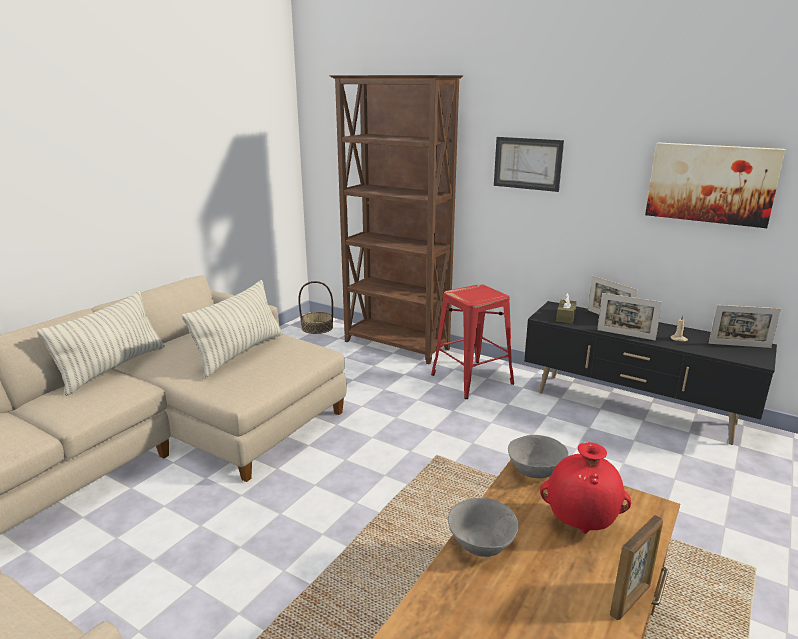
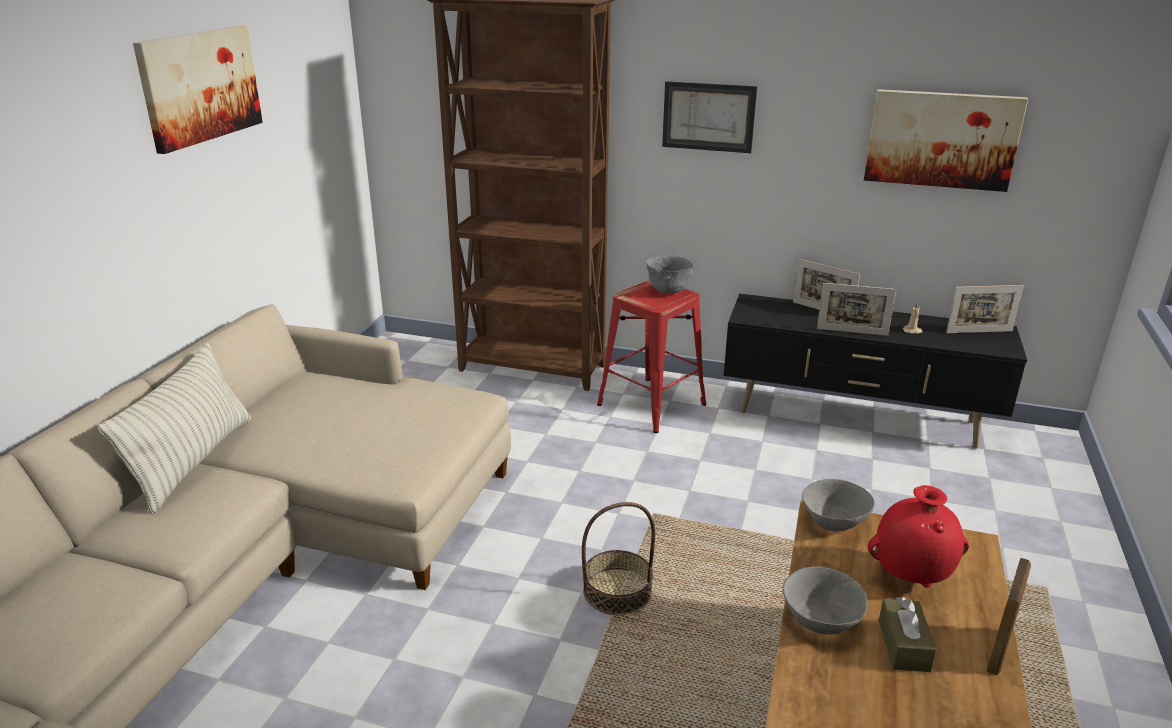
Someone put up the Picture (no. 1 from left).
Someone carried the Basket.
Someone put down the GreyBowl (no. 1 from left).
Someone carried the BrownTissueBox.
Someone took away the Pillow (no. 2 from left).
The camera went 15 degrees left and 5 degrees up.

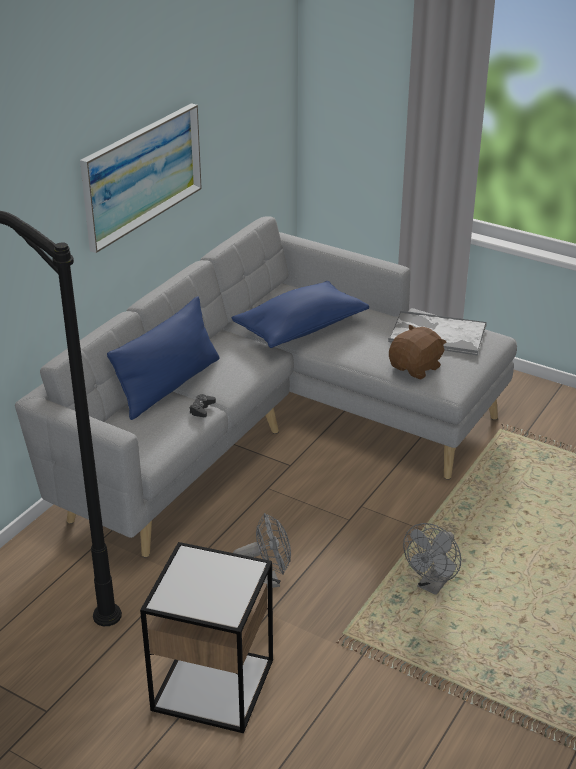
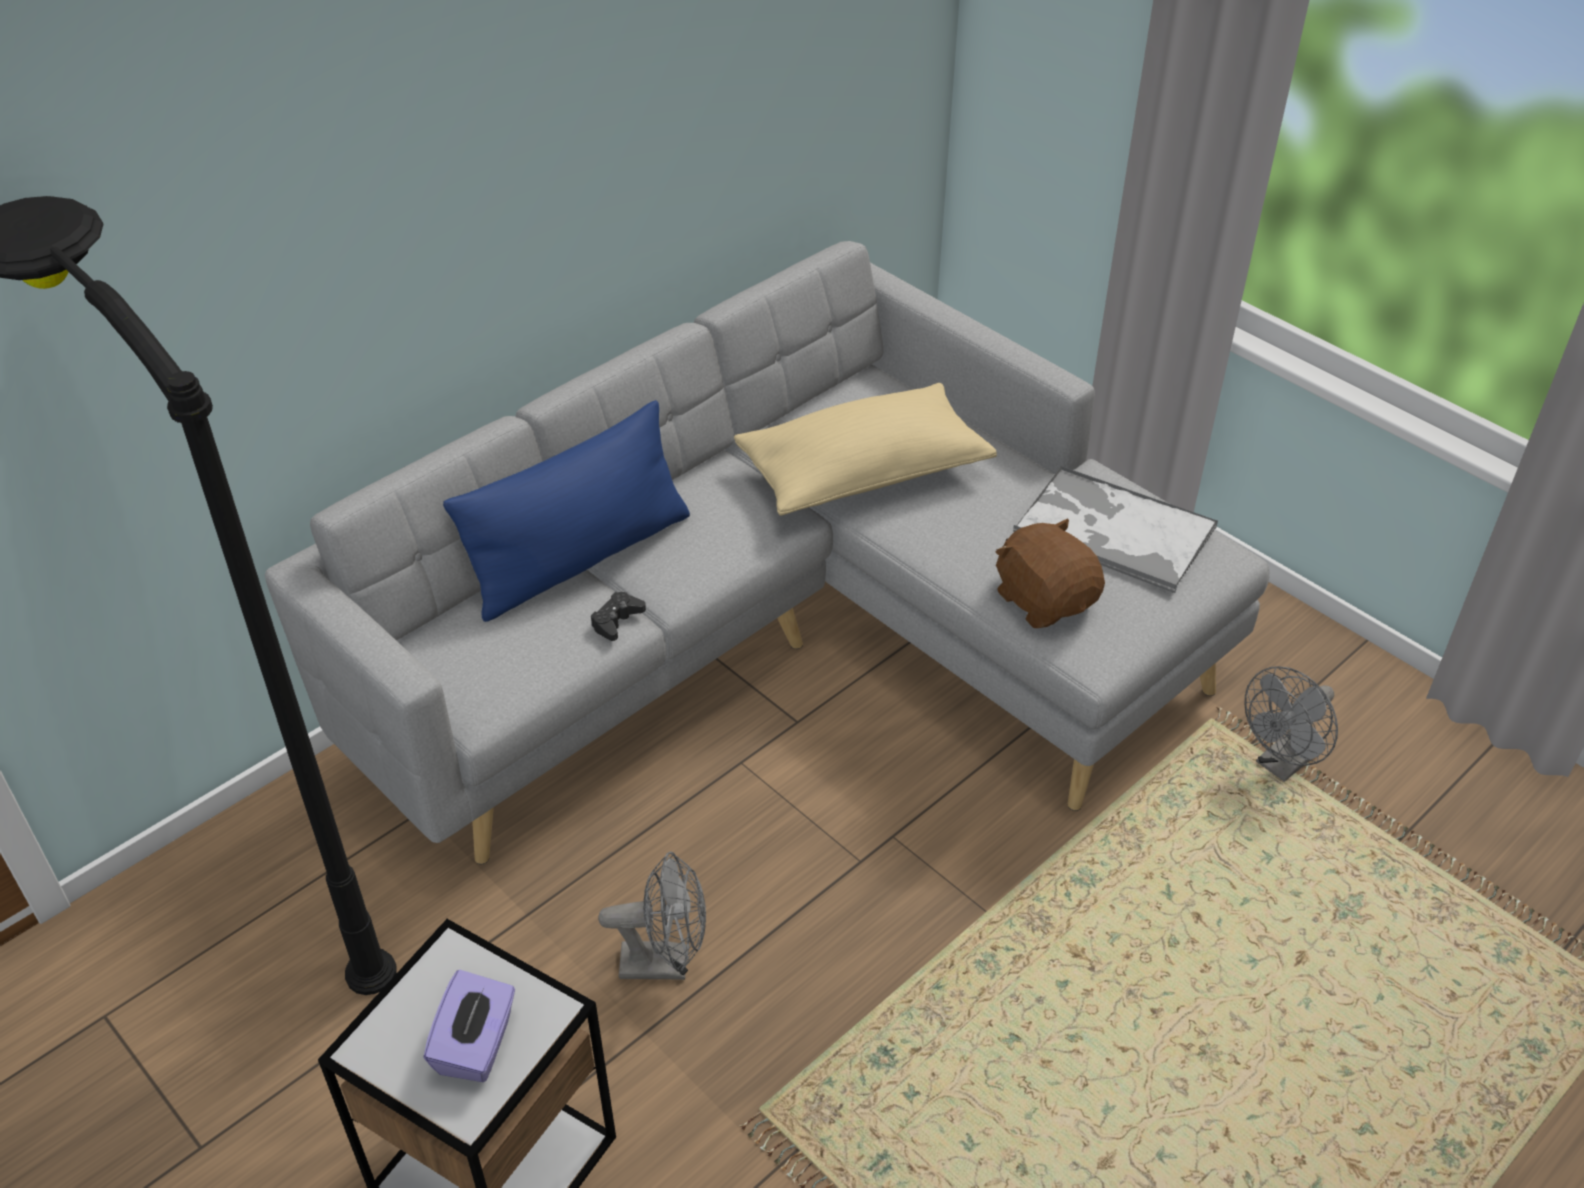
Someone put down the PurpleTissueBox.
Someone repainted the BluePillow (no. 2 from left), which became the BeigePillow.
Someone rotated the BrownPlushToy by 90 degrees counterclockwise.
Someone carried the GreyFan (no. 2 from left).
Someone took away the Picture.
The camera went 15 degrees right and 10 degrees up.

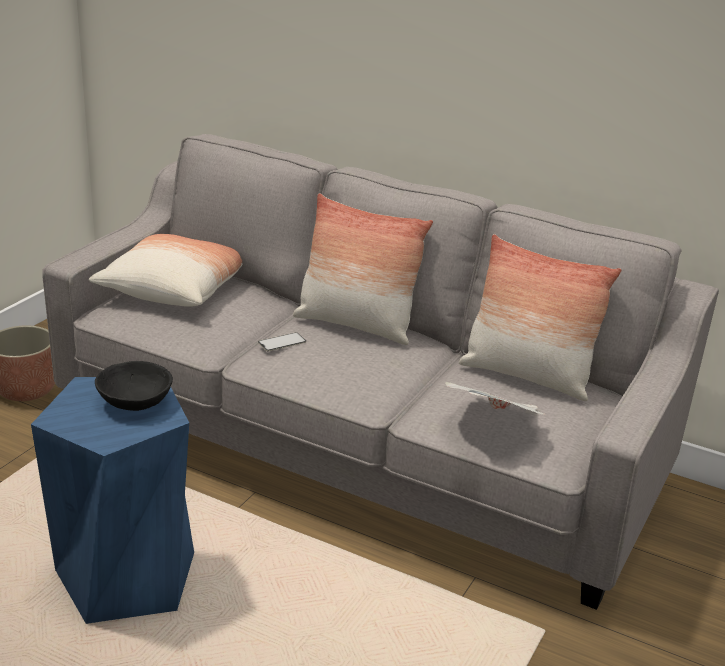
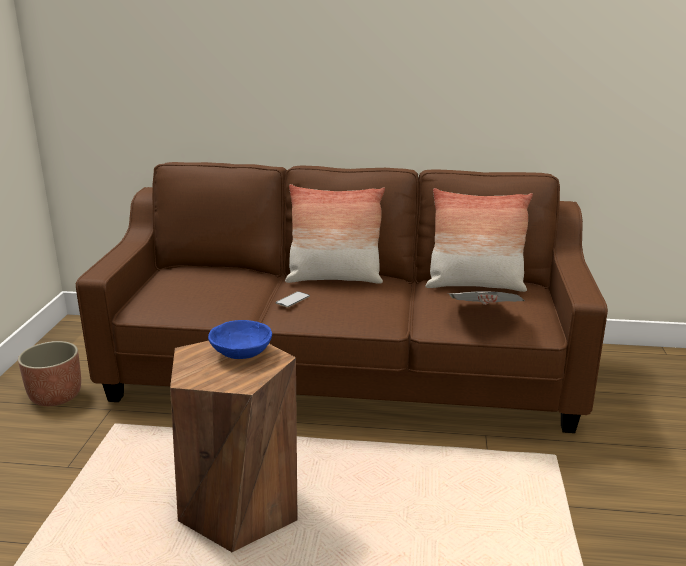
Someone repainted the GreySofa, which became the BrownSofa.
Someone repainted the BlueStool, which became the BrownStool.
Someone repainted the BlackBowl, which became the BlueBowl.
Someone took away the Pillow (no. 1 from left).
The camera went 20 degrees left and 5 degrees down.

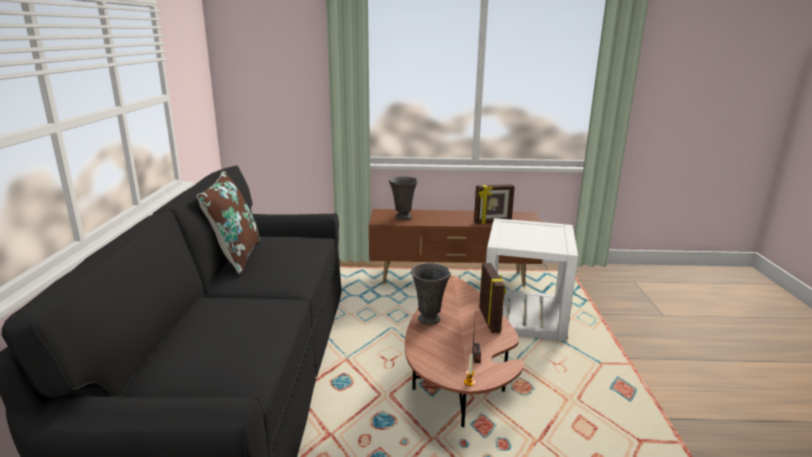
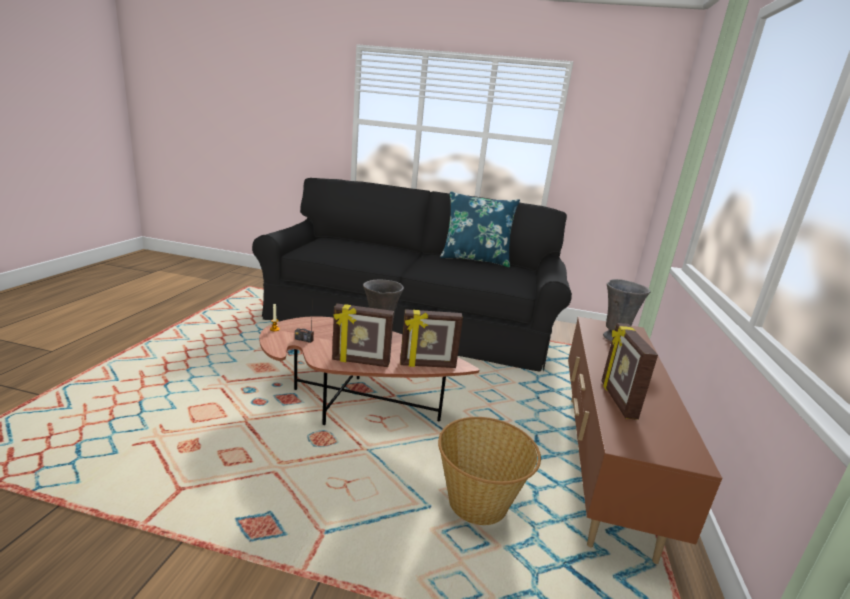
Someone put down the PictureFrame (no. 2 from left).
Someone swapped the WhiteSideTable for the Basket.
Someone repainted the BrownPillow, which became the BluePillow.
The camera went 100 degrees right and 0 degrees up.

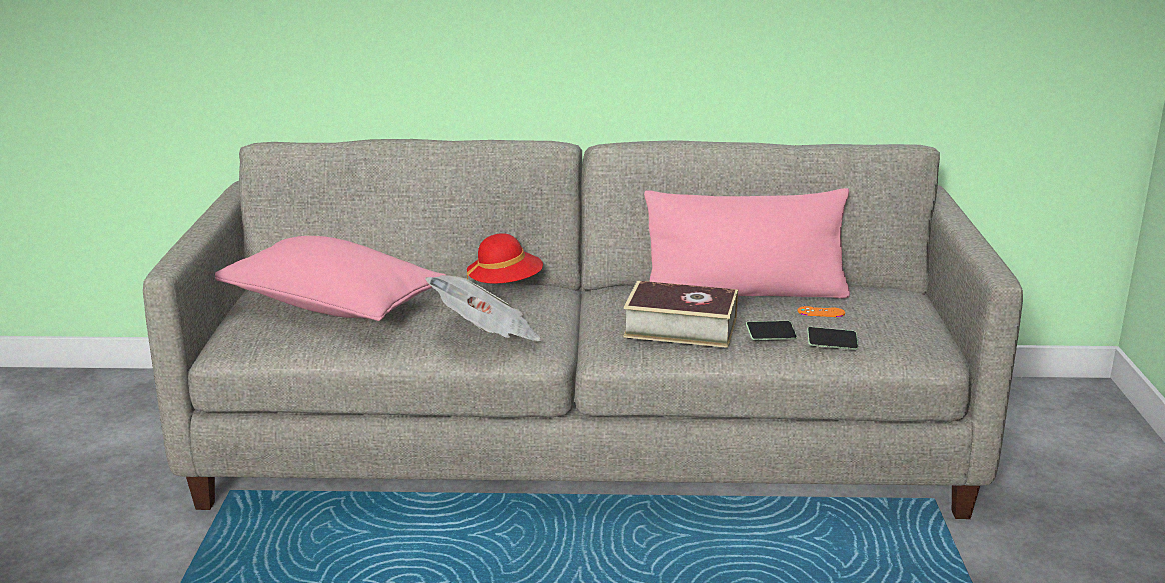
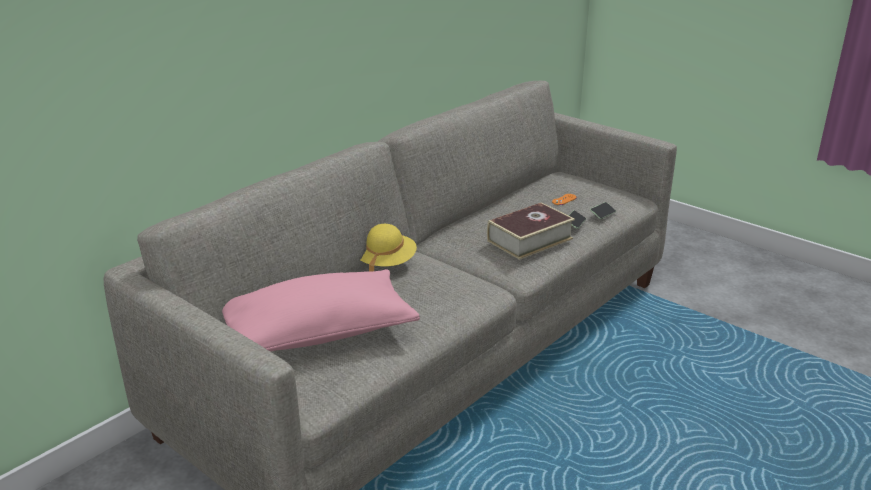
Someone repainted the RedHat, which became the YellowHat.
Someone took away the Newspaper.
Someone took away the PinkPillow (no. 2 from left).
The camera went 50 degrees left and 5 degrees up.

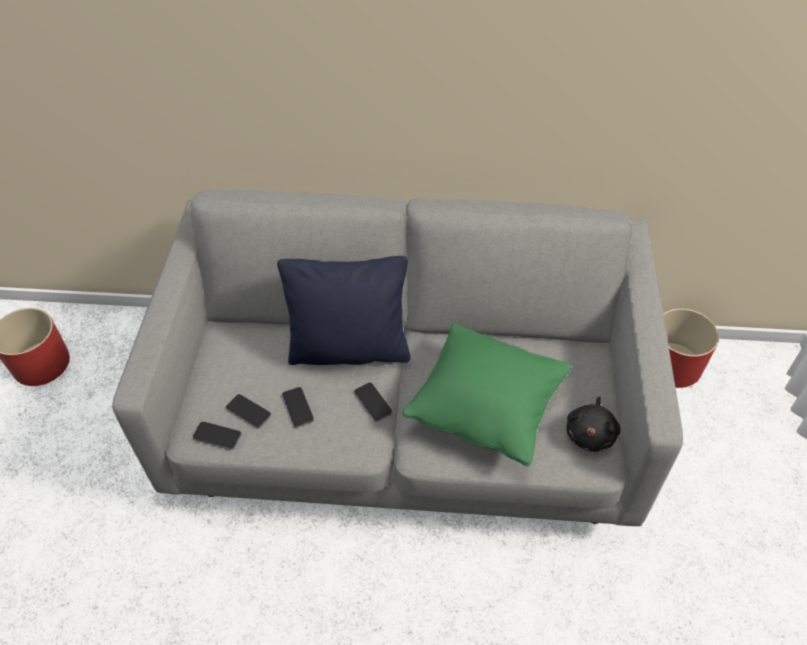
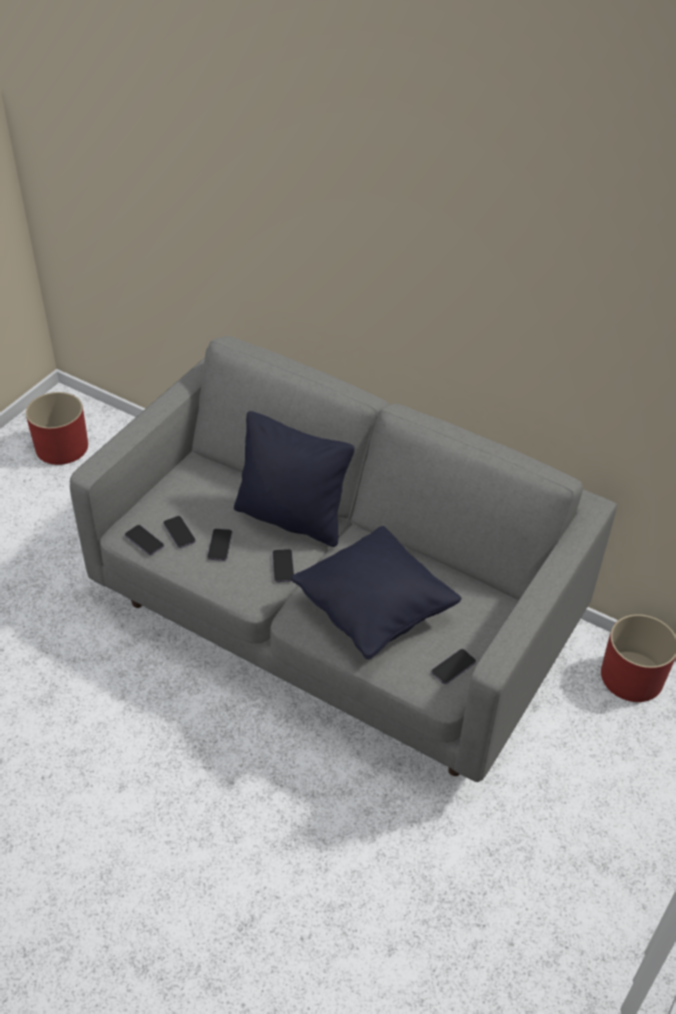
Someone repainted the GreenPillow, which became the BlackPillow (no. 2 from left).
Someone swapped the BlackPlushToy for the Phone (no. 5 from left).
The camera went 25 degrees right and 5 degrees down.

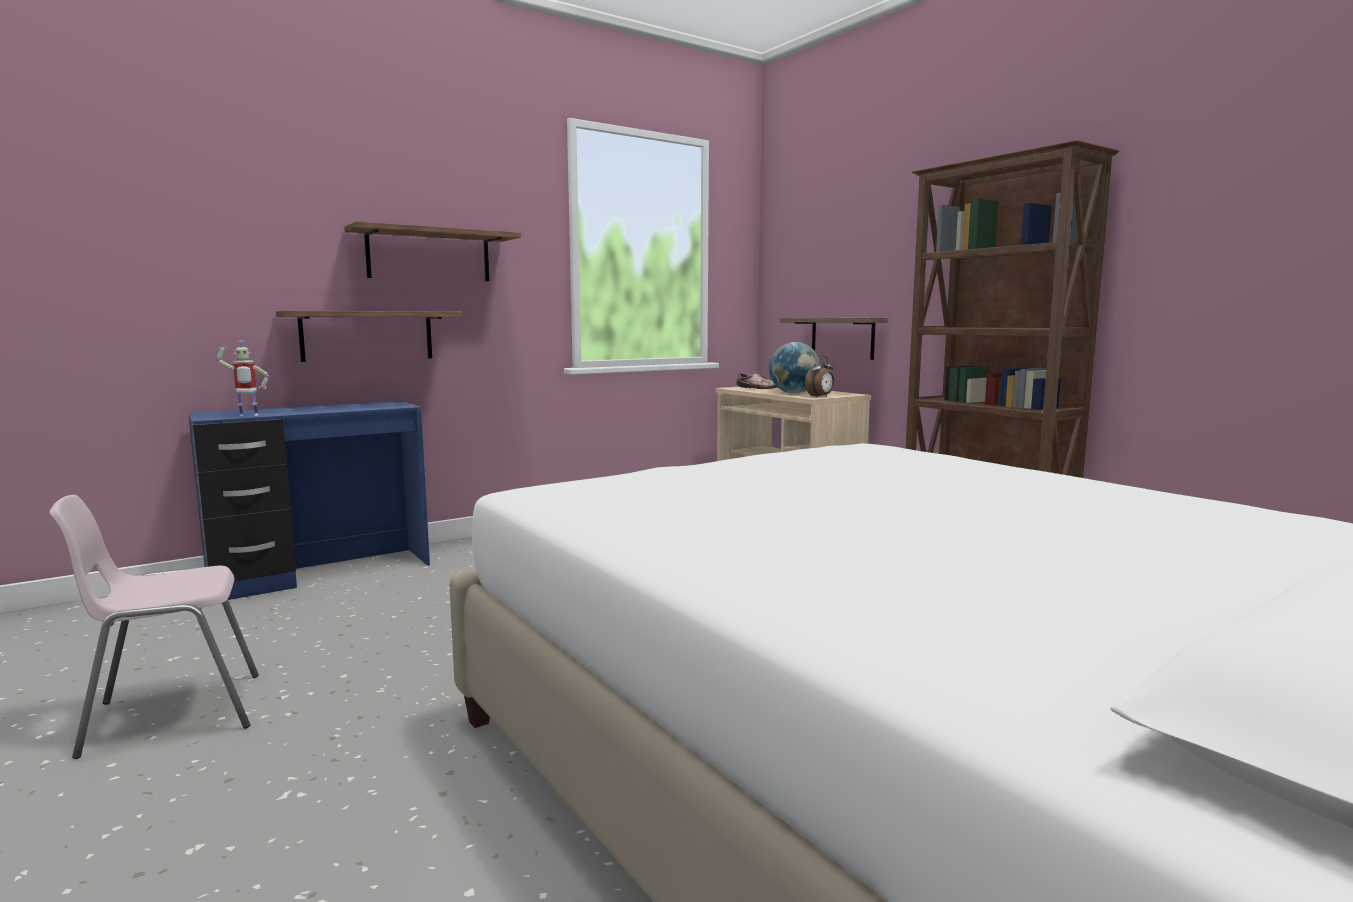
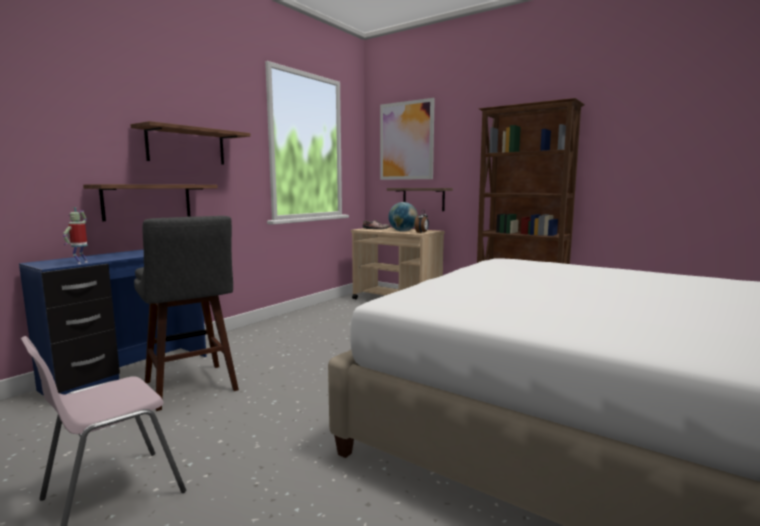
Someone rotated the ToyRobot by 135 degrees clockwise.
Someone put down the GreyStool.
Someone put up the Picture.
The camera went 20 degrees left and 0 degrees up.

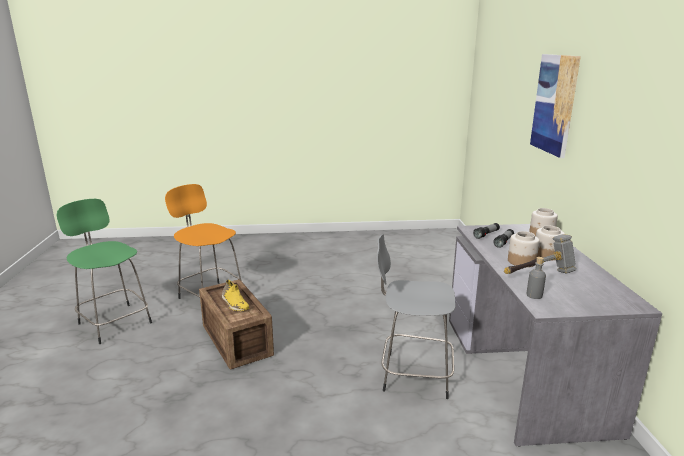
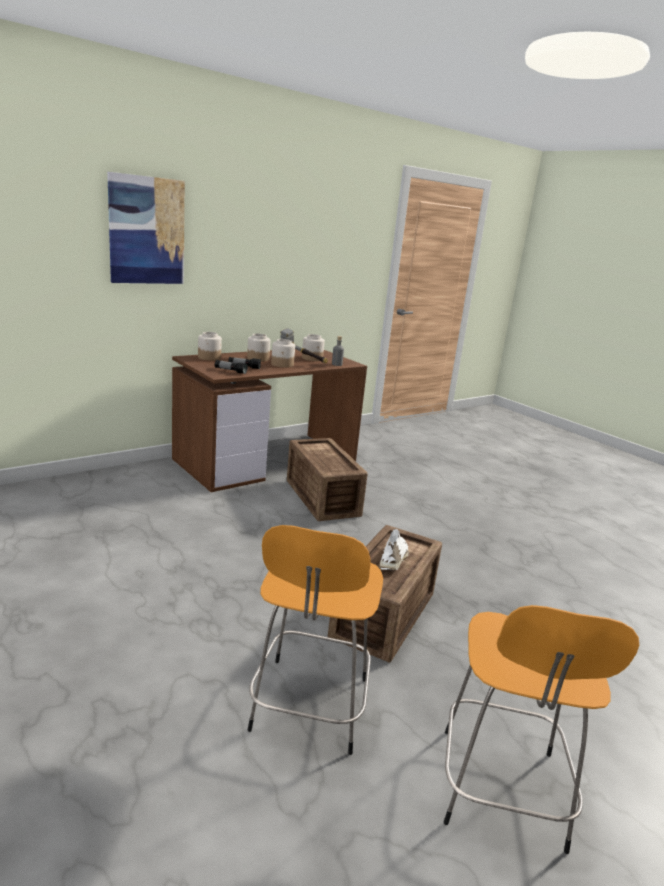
Someone repainted the GreyDesk, which became the BrownDesk.
Someone swapped the GreyStool for the Crate (no. 1 from left).
Someone put down the Jar (no. 4 from left).
Someone repainted the YellowShoe, which became the WhiteShoe.
Someone repainted the GreenStool, which became the OrangeStool (no. 2 from left).
The camera went 125 degrees left and 0 degrees up.

